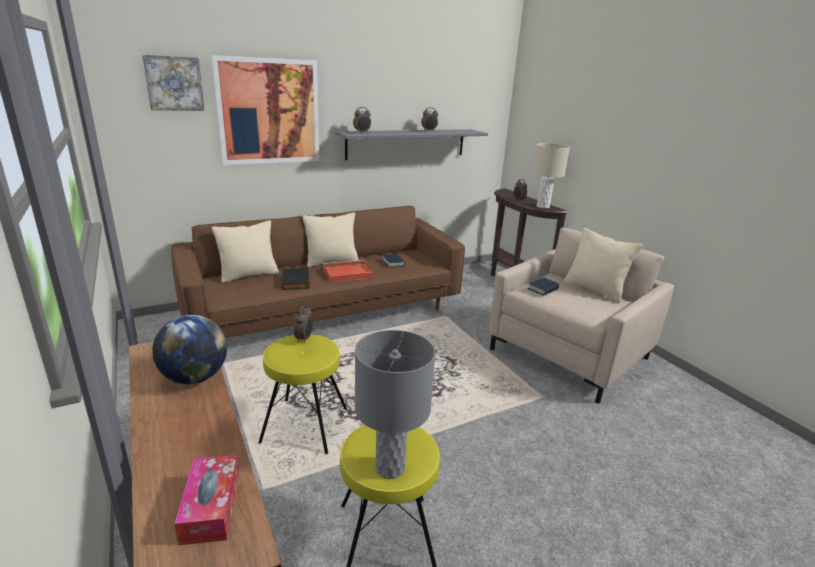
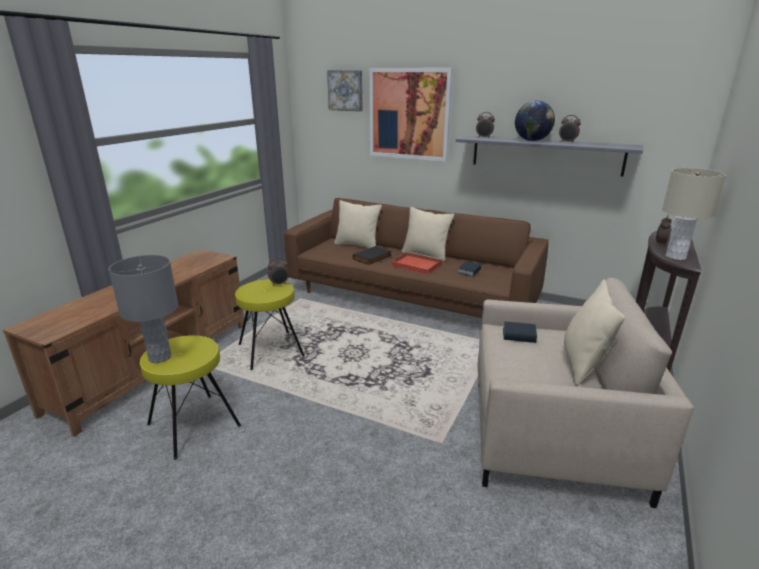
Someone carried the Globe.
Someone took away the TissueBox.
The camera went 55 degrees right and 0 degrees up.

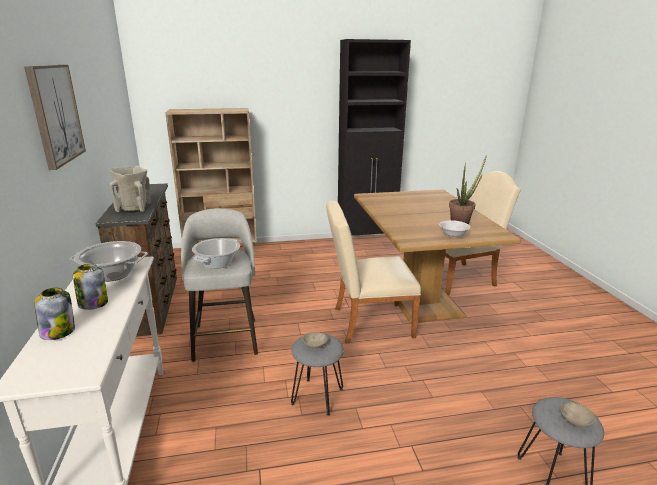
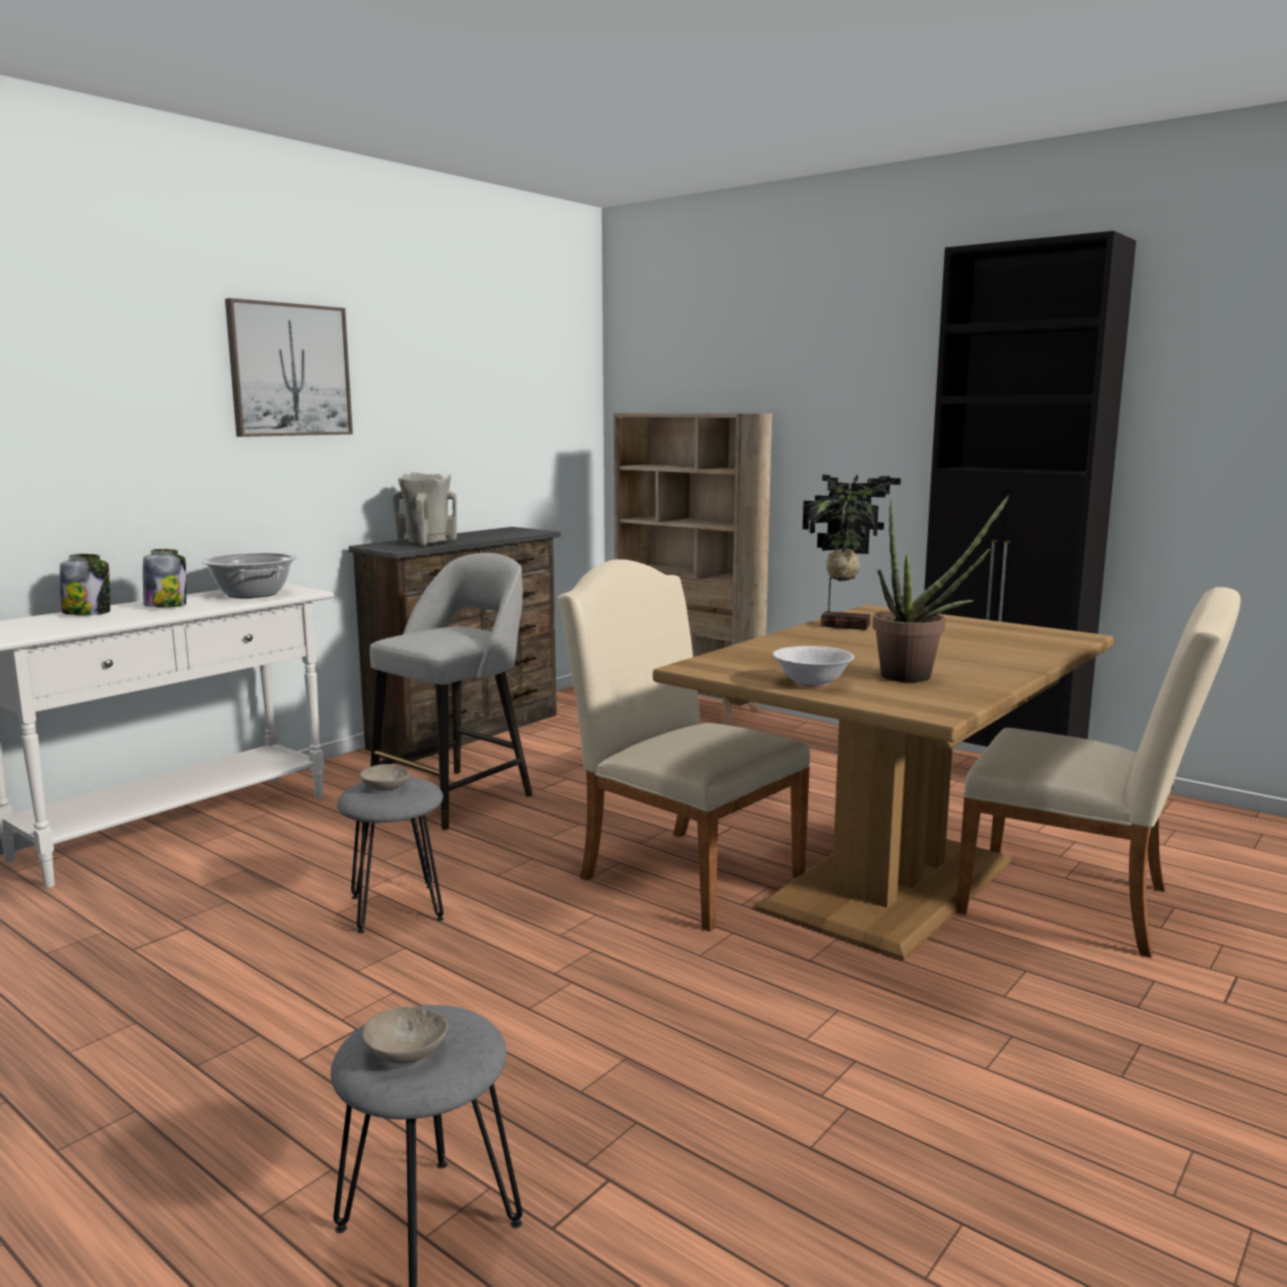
Someone put down the PottedPlant (no. 1 from left).
Someone took away the CookingPot (no. 2 from left).
The camera went 50 degrees right and 10 degrees down.

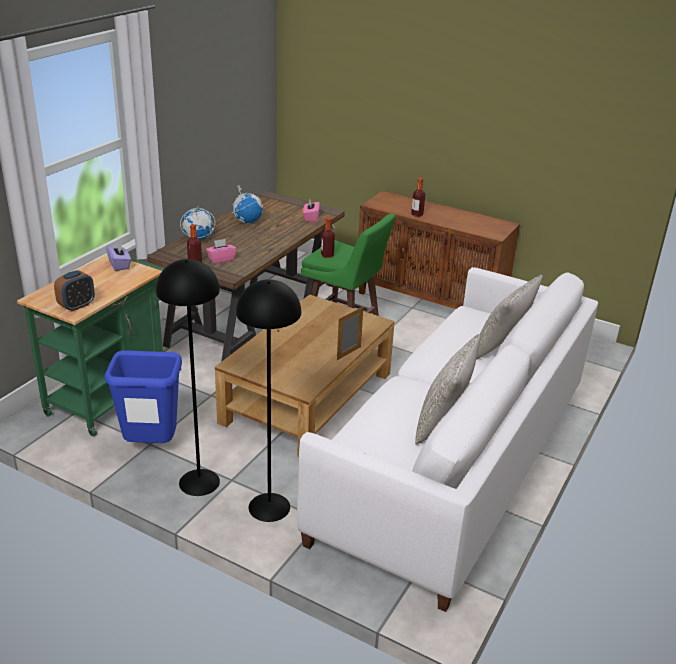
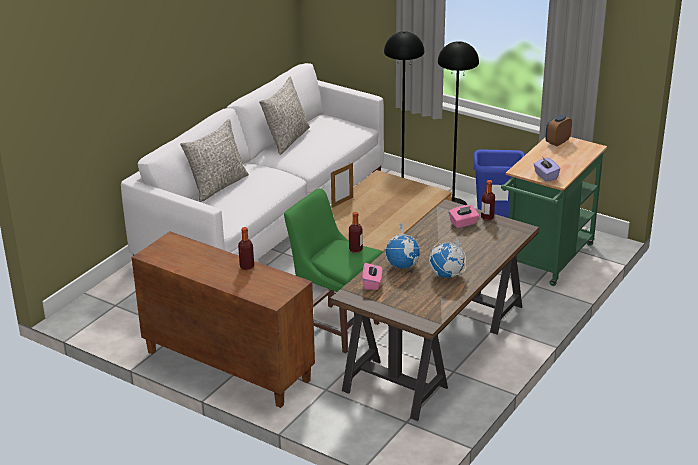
Someone carried the Globe (no. 1 from left).
The camera went 175 degrees left and 0 degrees up.

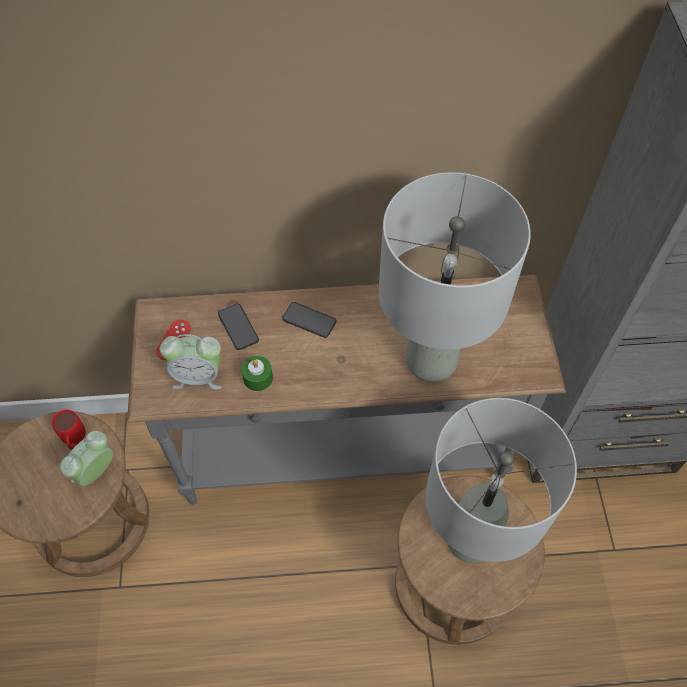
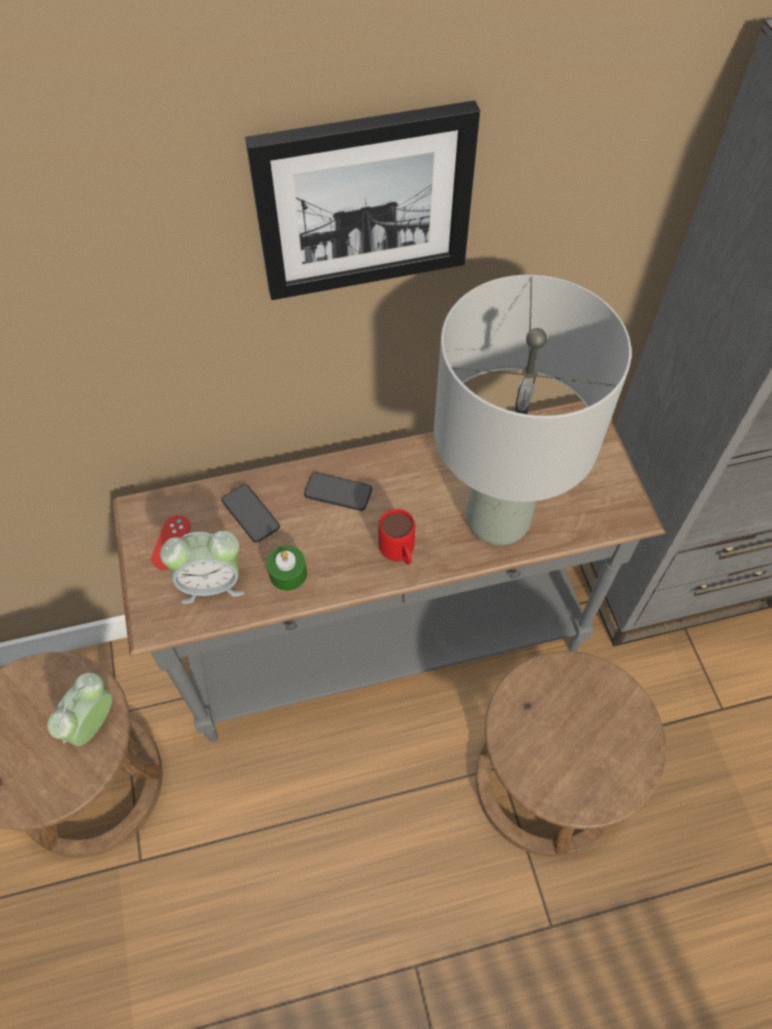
Someone put up the Picture.
Someone carried the RedMug.
Someone took away the GreyTableLamp (no. 2 from left).
The camera went 10 degrees left and 0 degrees up.

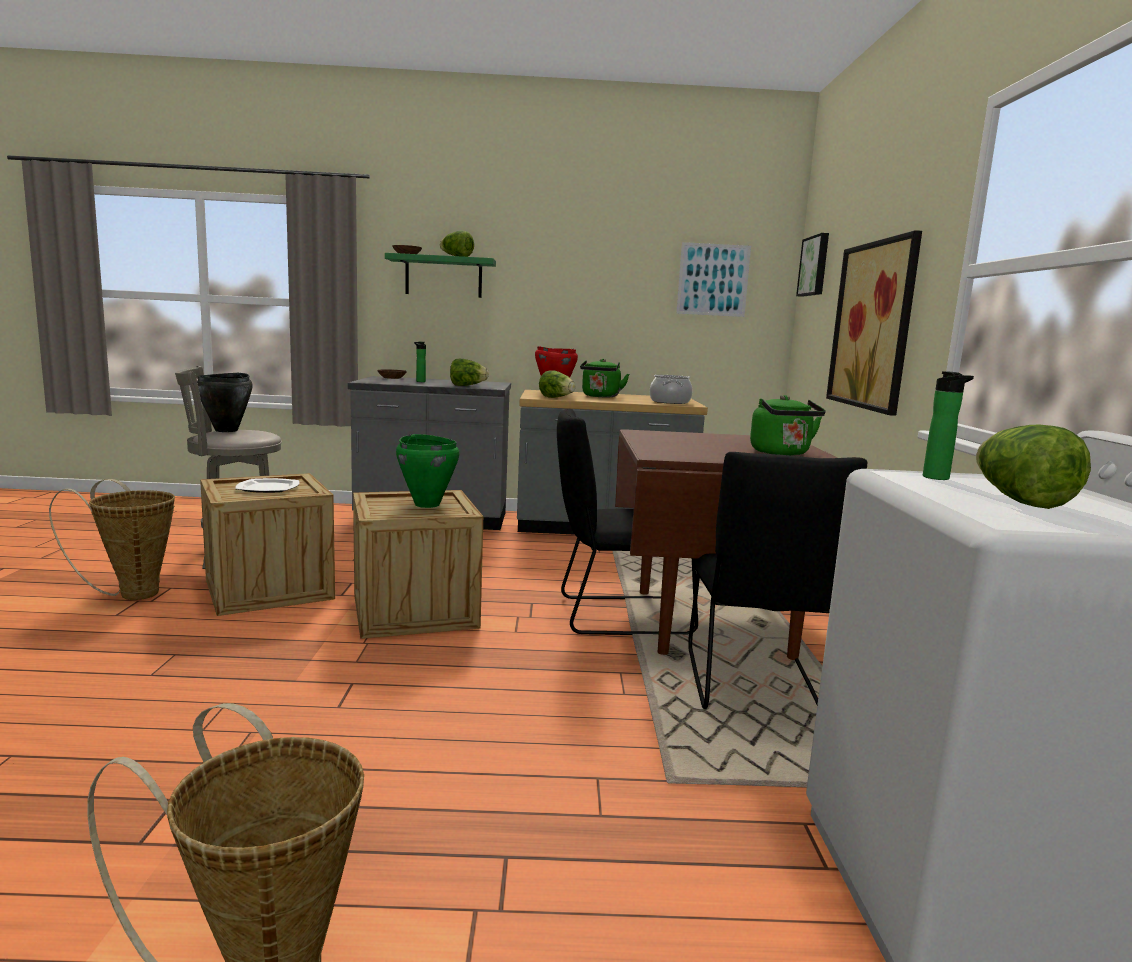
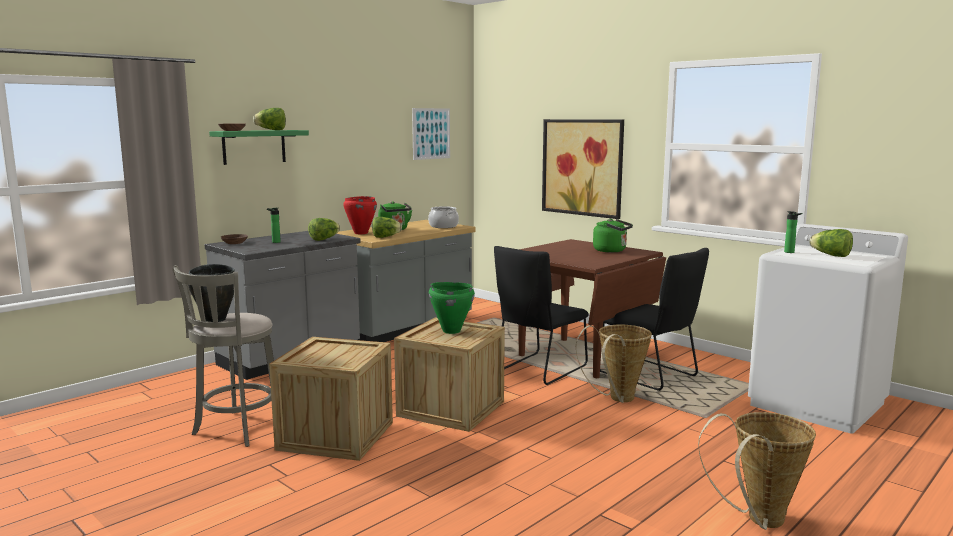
Someone carried the Basket (no. 1 from left).
Someone took away the Plate.
Someone took away the Picture (no. 2 from left).
The camera went 45 degrees left and 0 degrees up.

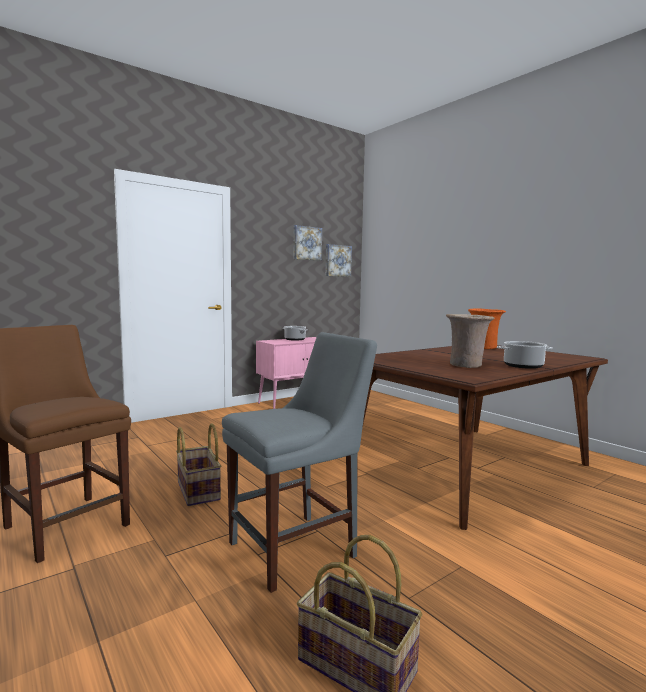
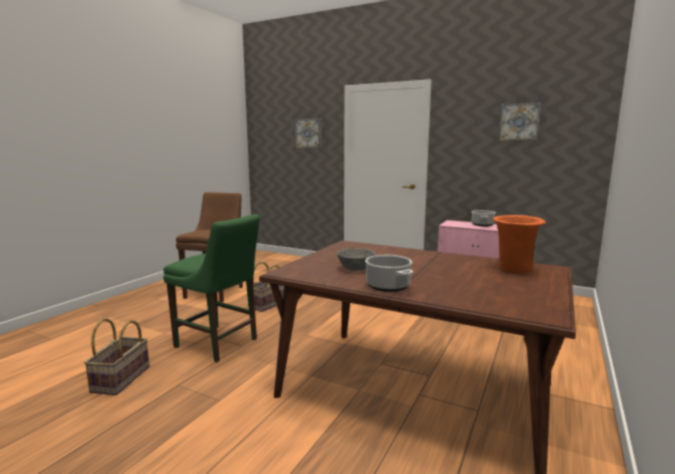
Someone repainted the GreyChair, which became the GreenChair.
Someone carried the Picture (no. 2 from left in the first image).
Someone swapped the BeigeVase for the GreyBowl.
The camera went 65 degrees right and 5 degrees up.

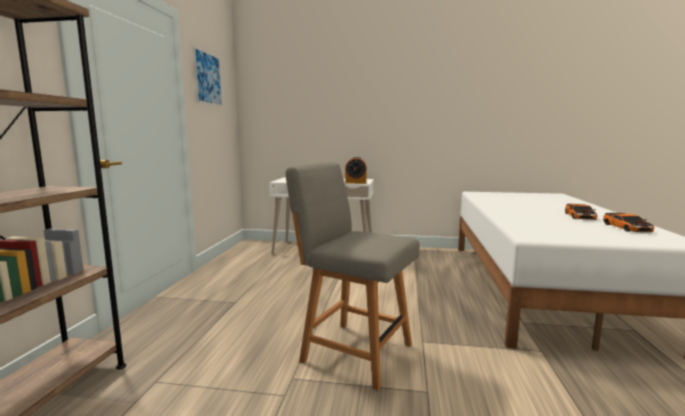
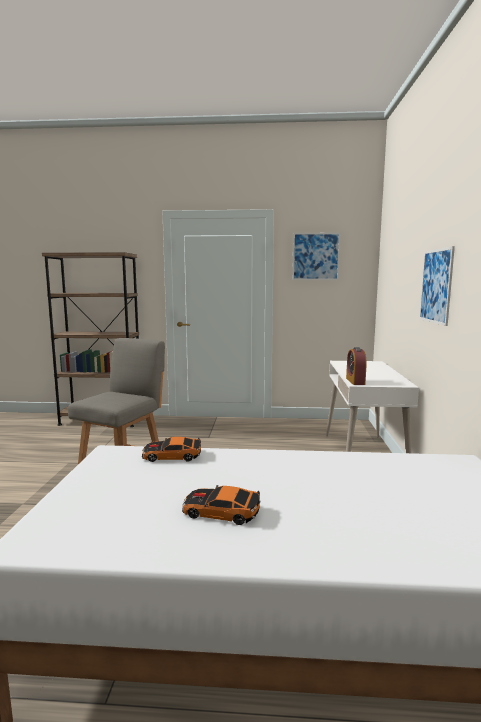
Someone carried the ToyCar (no. 2 from left in the first image).
Someone put up the Picture (no. 2 from left).
The camera went 85 degrees right and 0 degrees up.

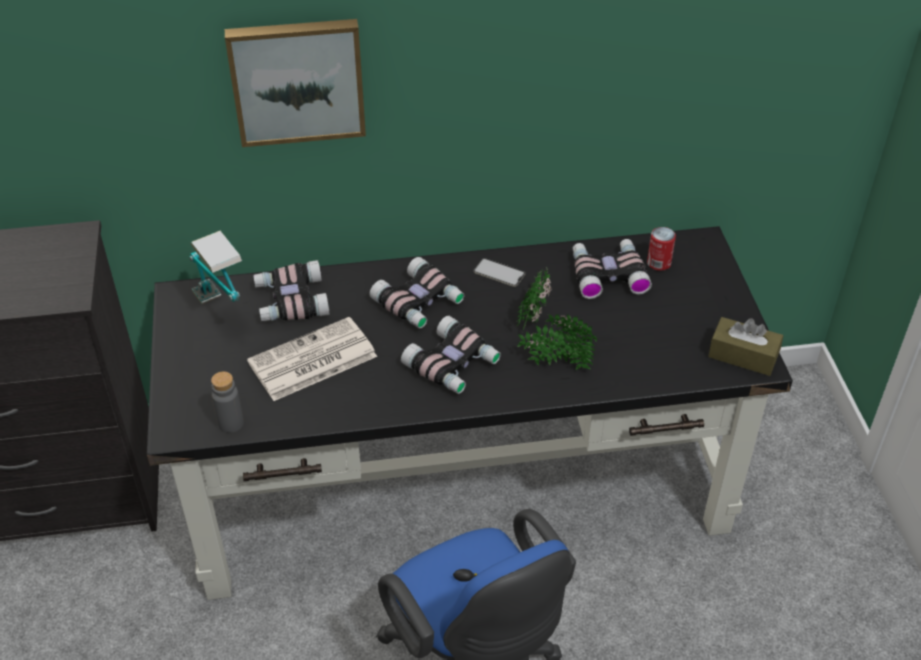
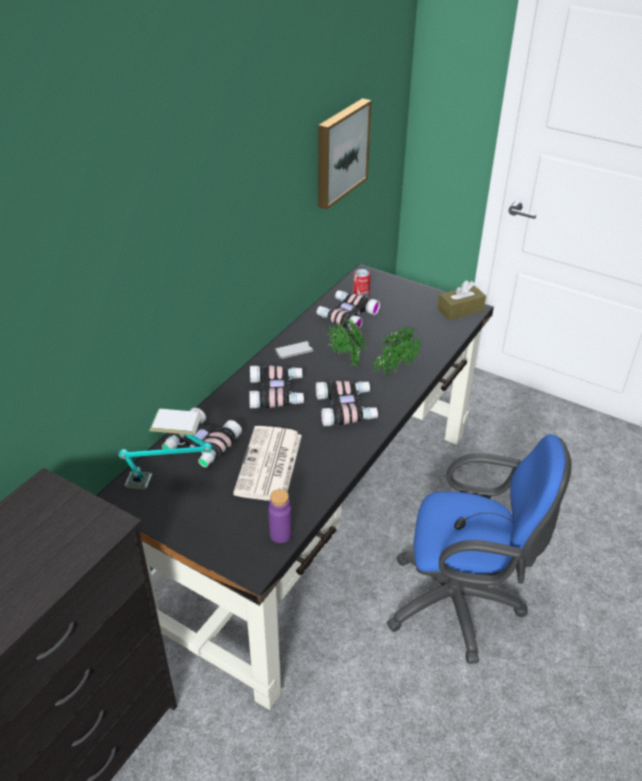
Someone repainted the GreyBottle, which became the PurpleBottle.
Someone carried the Picture.
The camera went 50 degrees left and 5 degrees down.

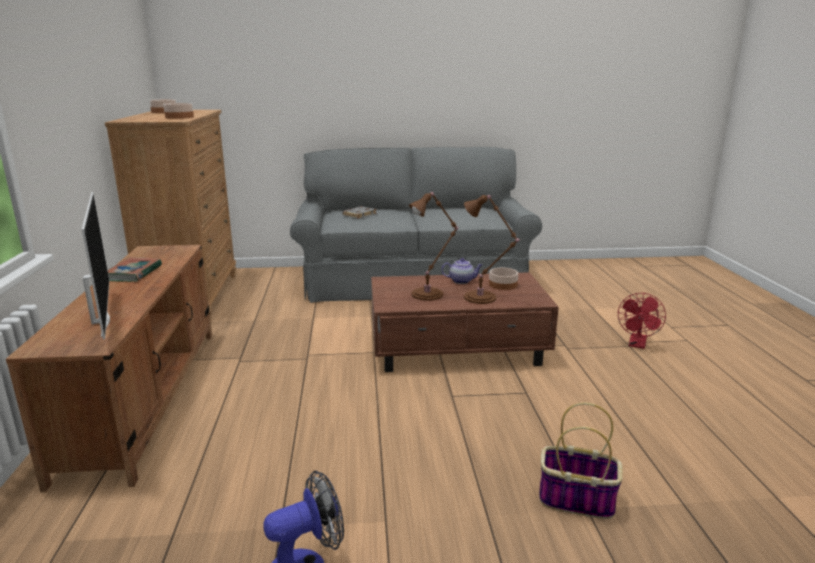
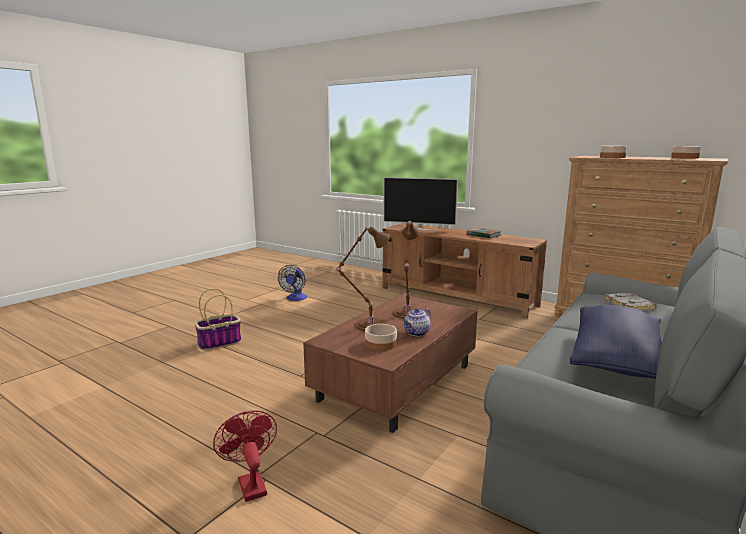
Someone put down the BluePillow.
The camera went 130 degrees right and 5 degrees down.

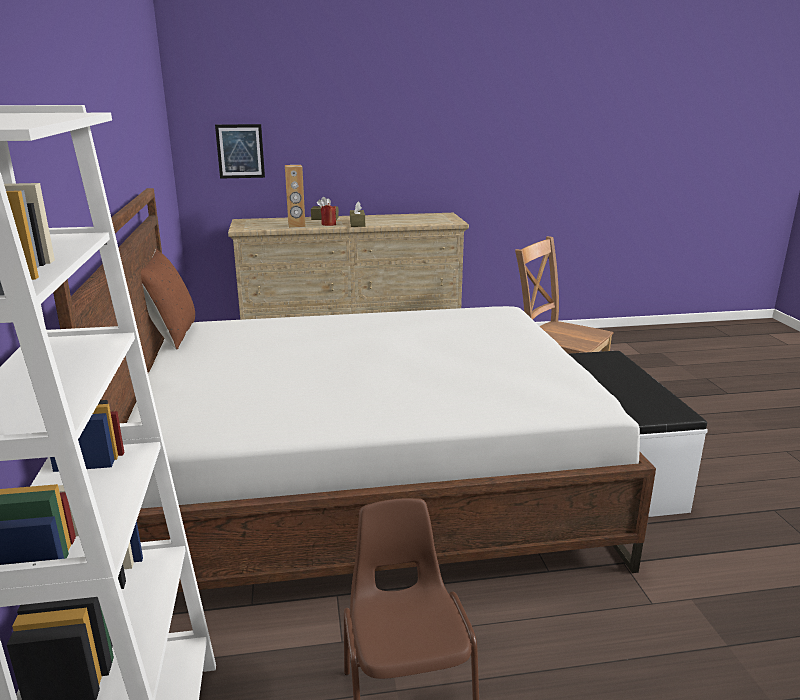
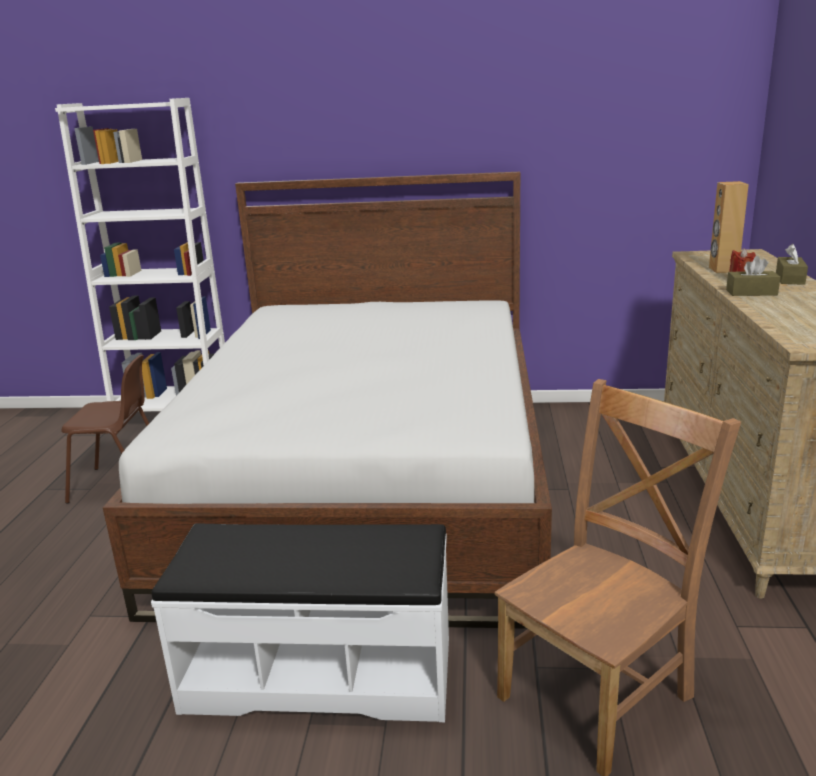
Someone took away the BrownPillow.
Someone took away the Picture.
The camera went 105 degrees right and 0 degrees up.

